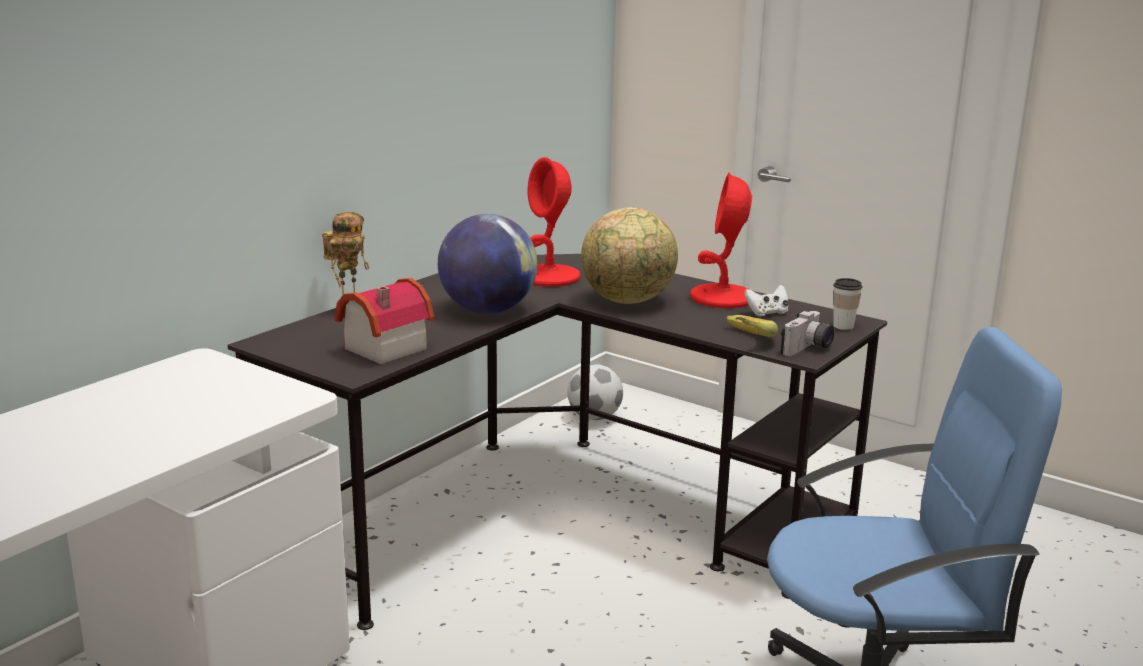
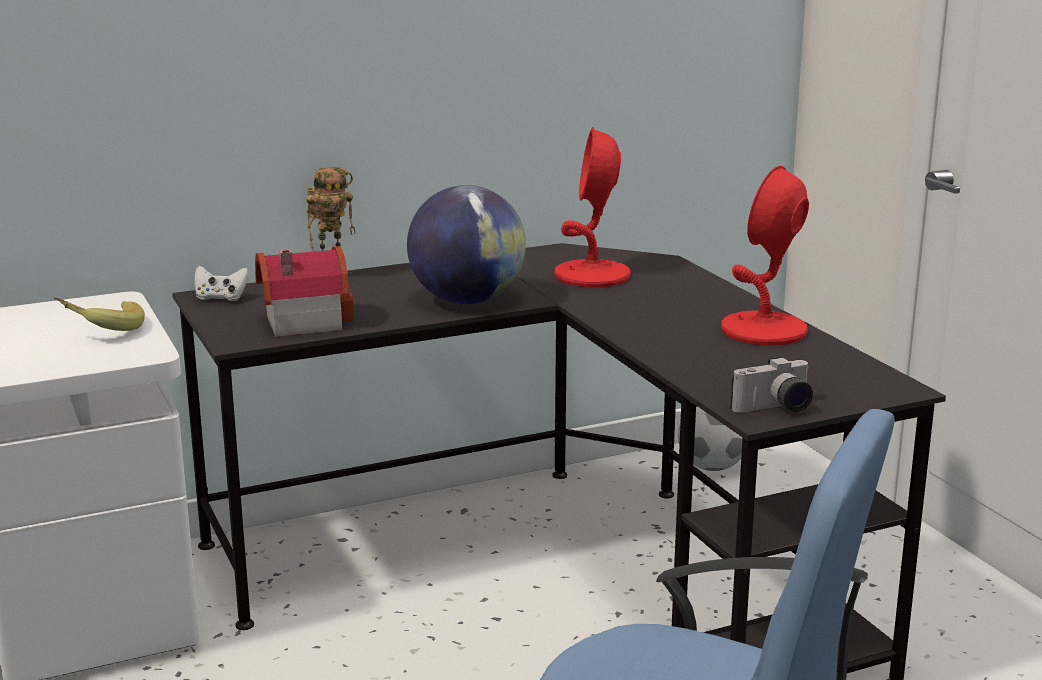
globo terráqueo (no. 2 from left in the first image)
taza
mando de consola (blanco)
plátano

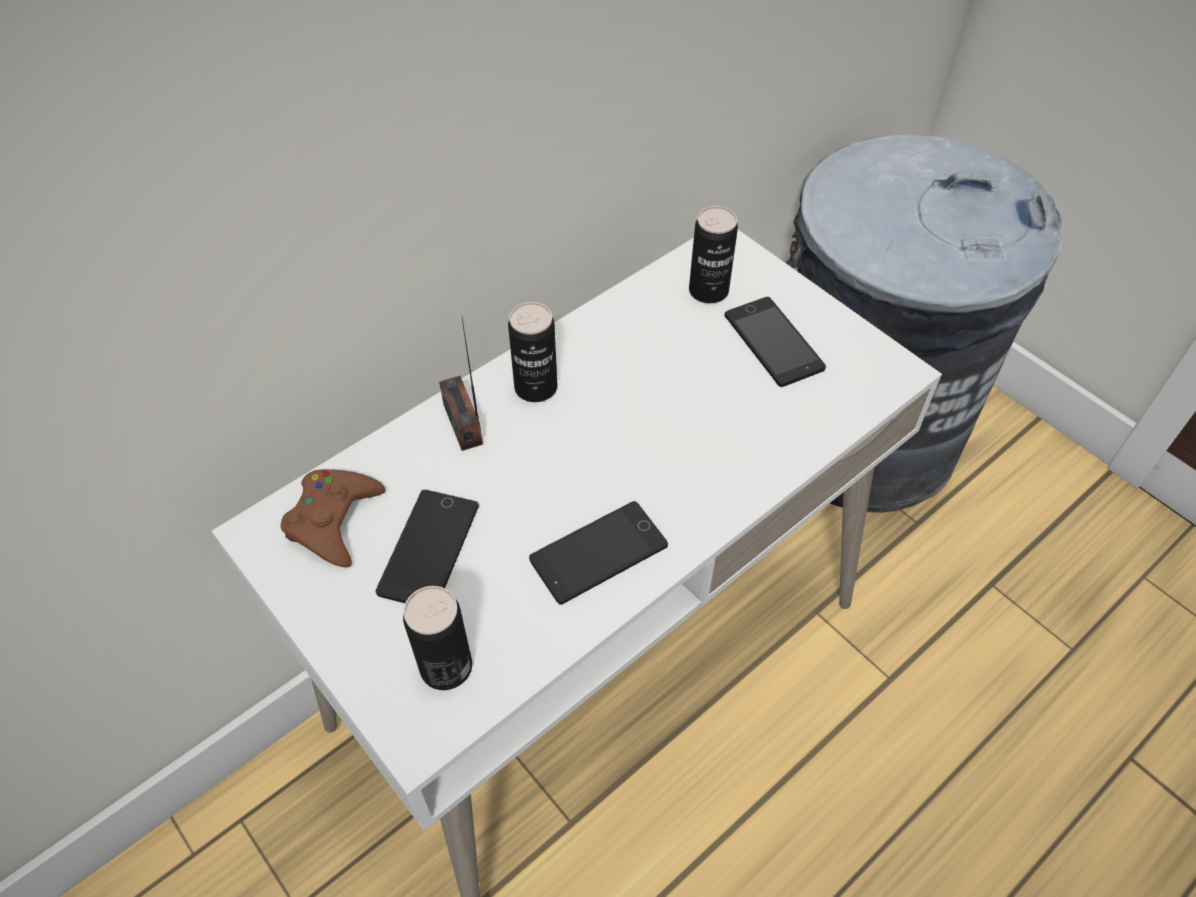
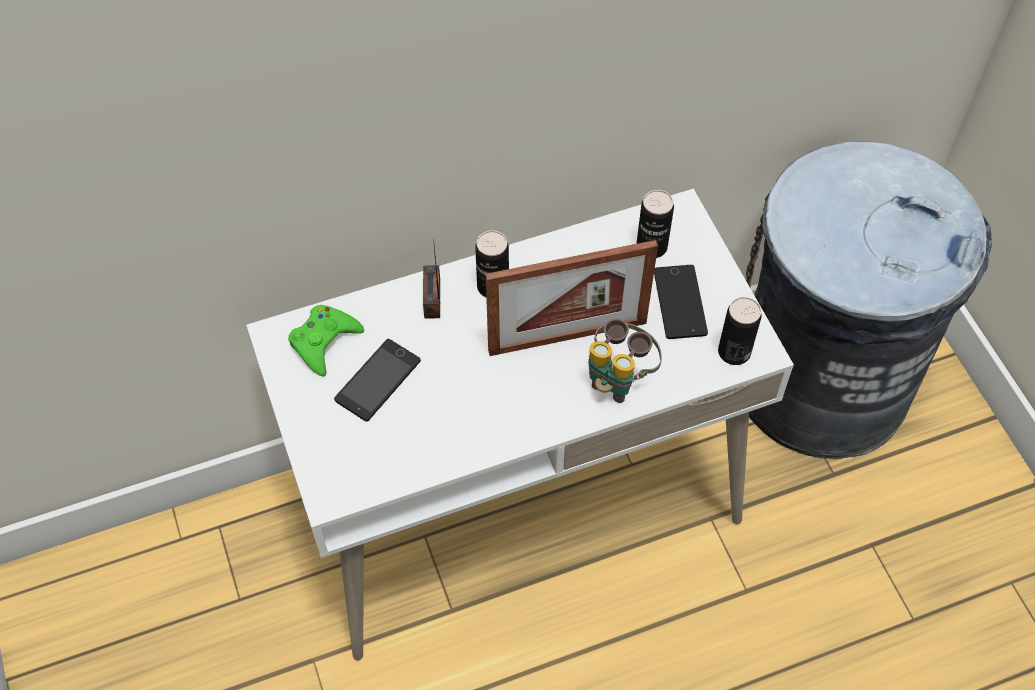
mando de consola (verde)
móvil (no. 2 from left in the first image)
lata (no. 3 from left)
portarretratos
prismáticos

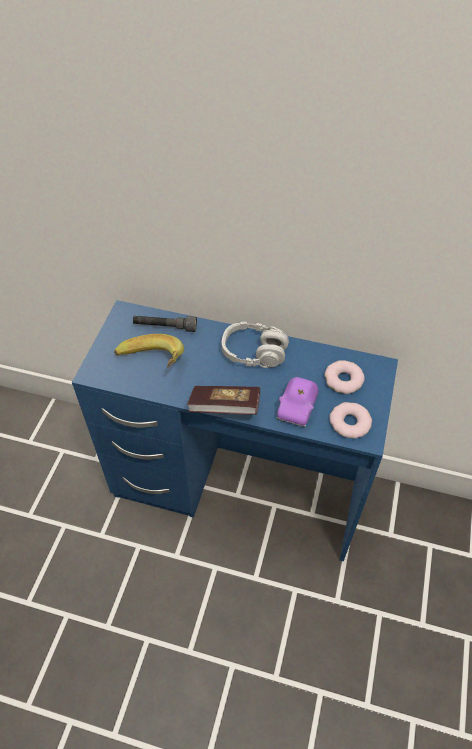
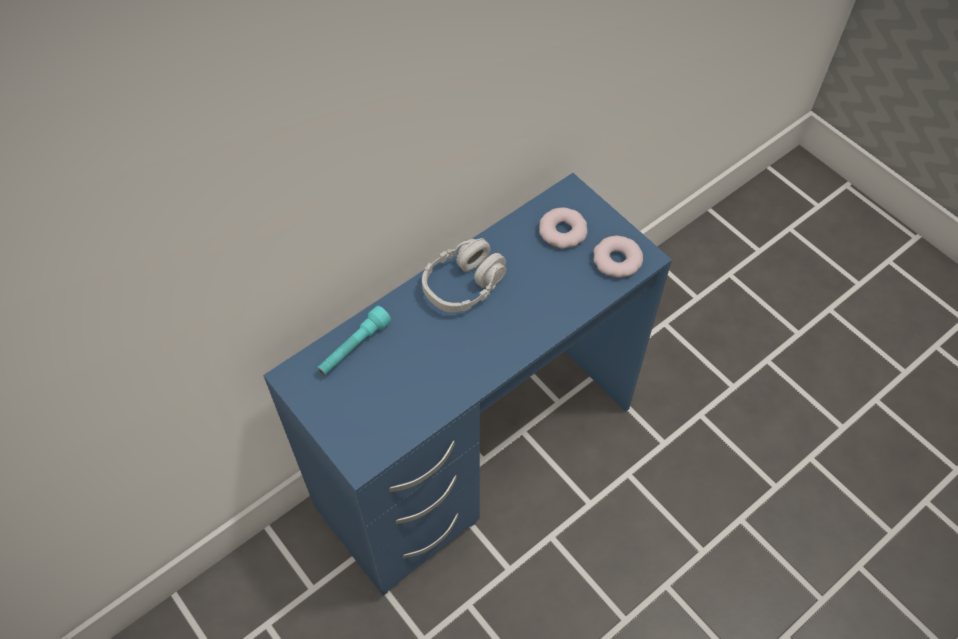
linterna (turquesa)
plátano
coche de juguete (morado)
libro

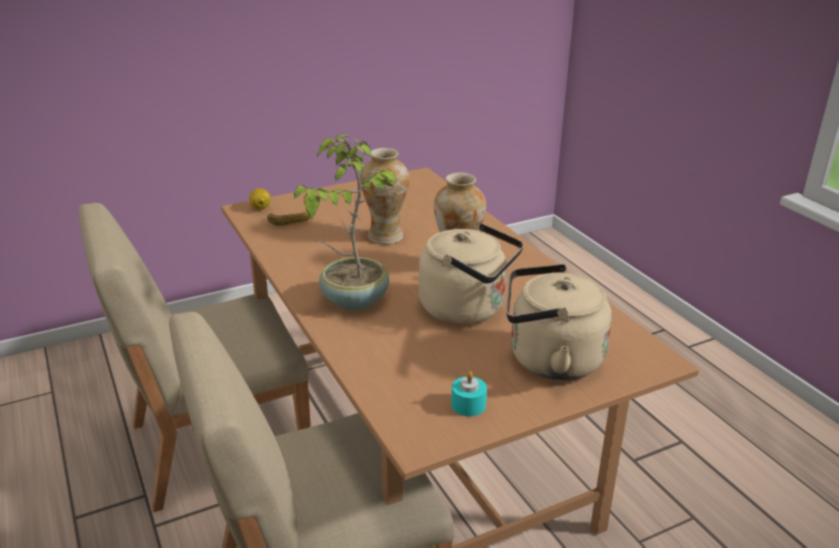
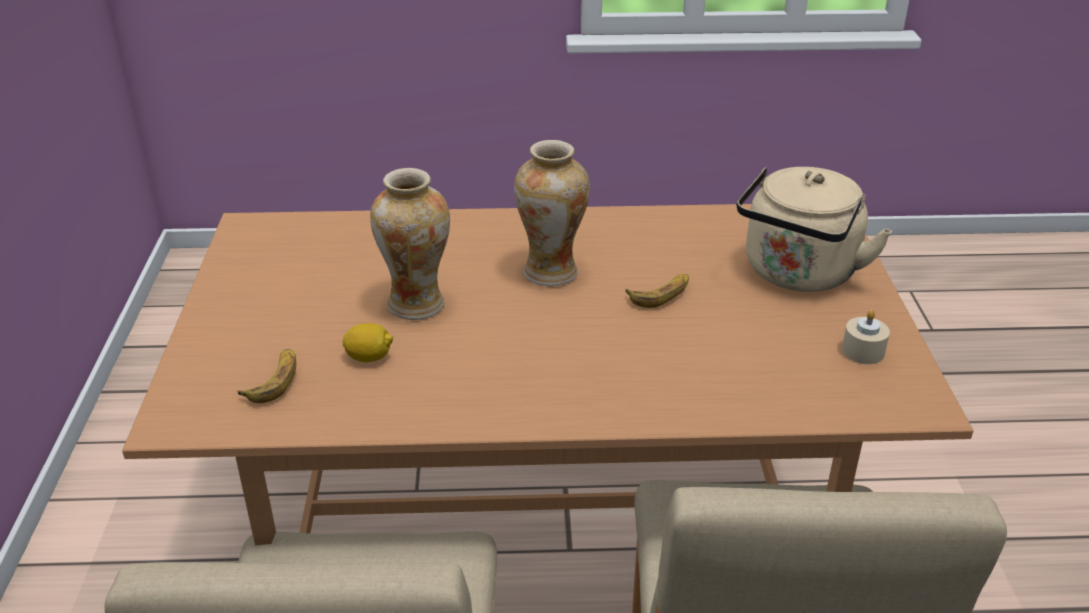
planta en maceta
limón
plátano (no. 2 from left)
vela (beis)

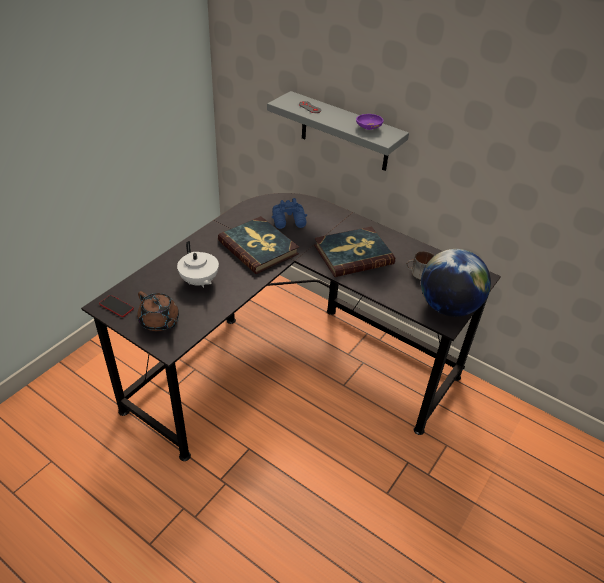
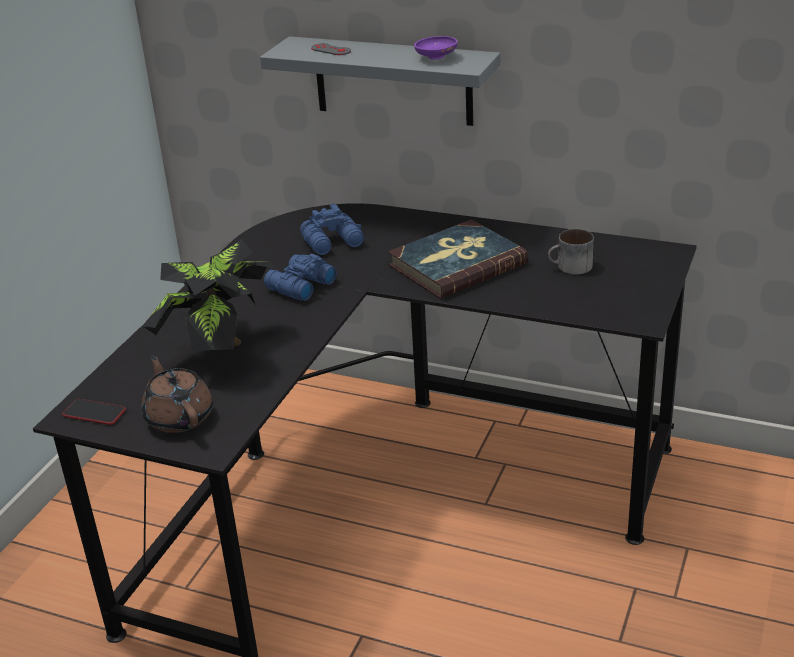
prismáticos (azul) (no. 1 from left)
planta en maceta
globo terráqueo
tetera (marrón)

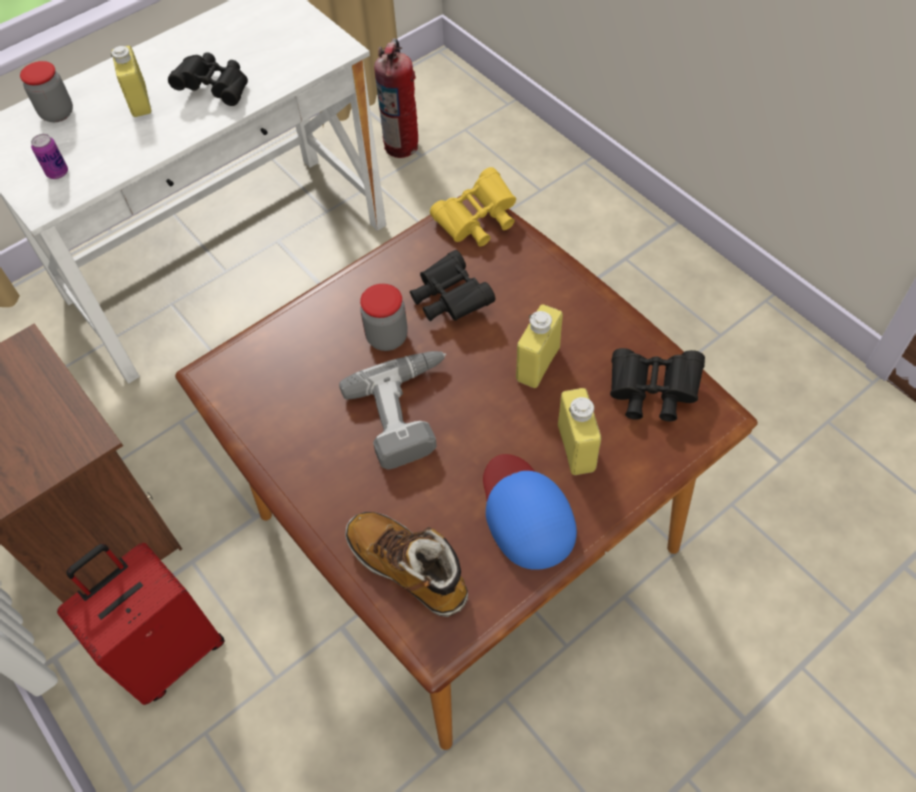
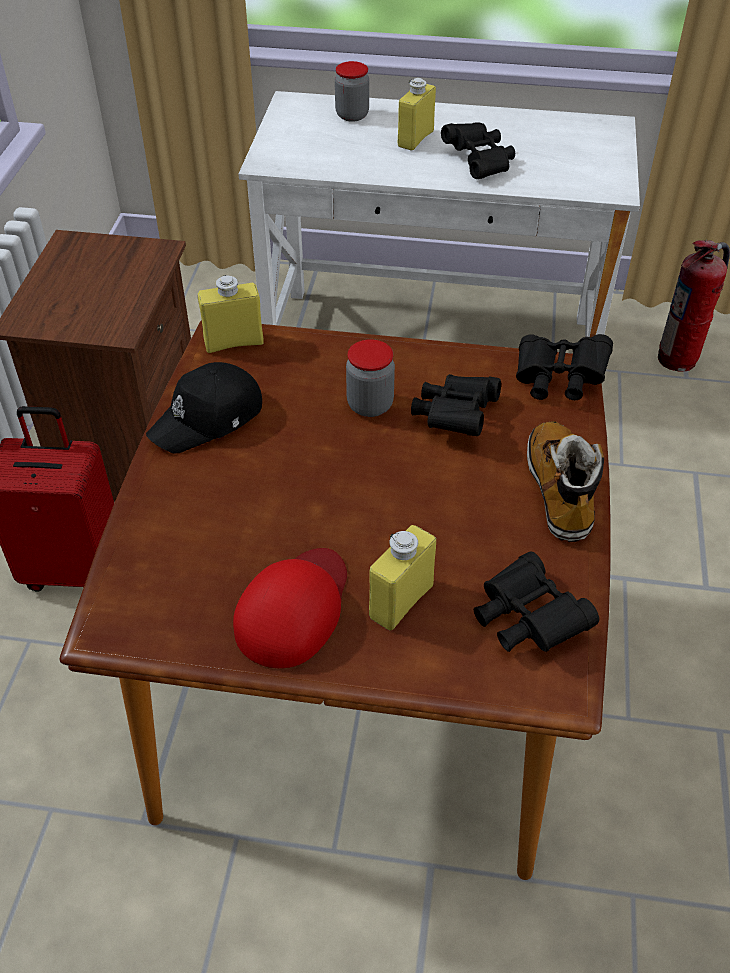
lata
prismáticos (negro) (no. 4 from left)
botella (amarillo) (no. 1 from left)
taladro
gorra (rojo)
bota
gorra (negro)

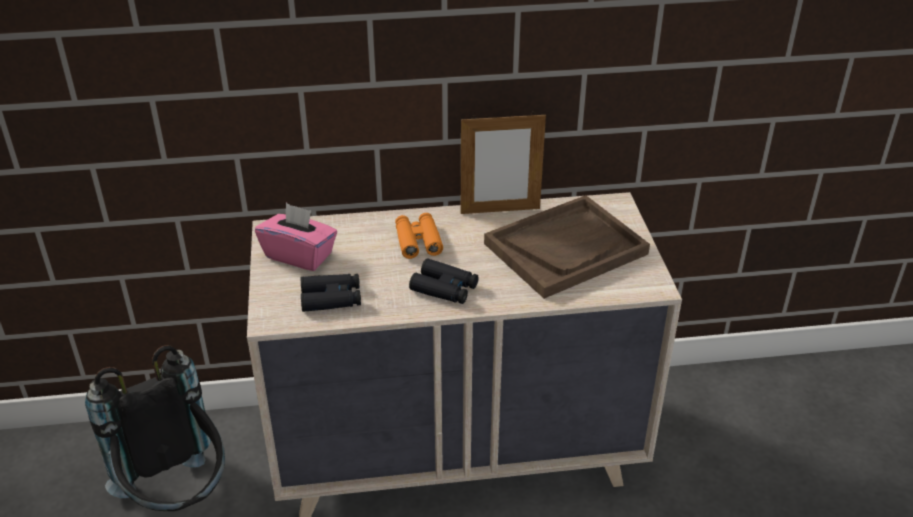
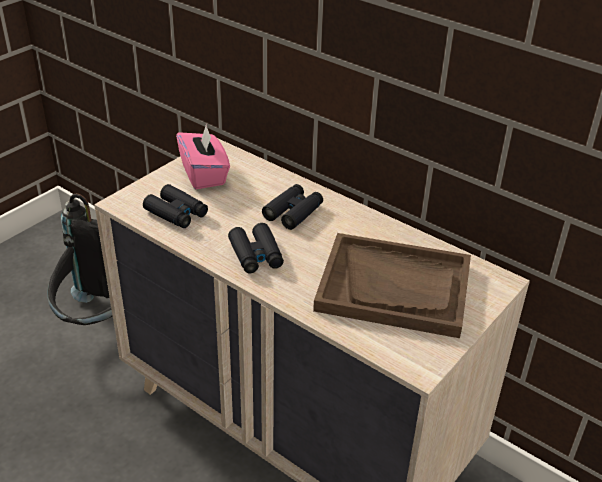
portarretratos
prismáticos (negro) (no. 3 from left)

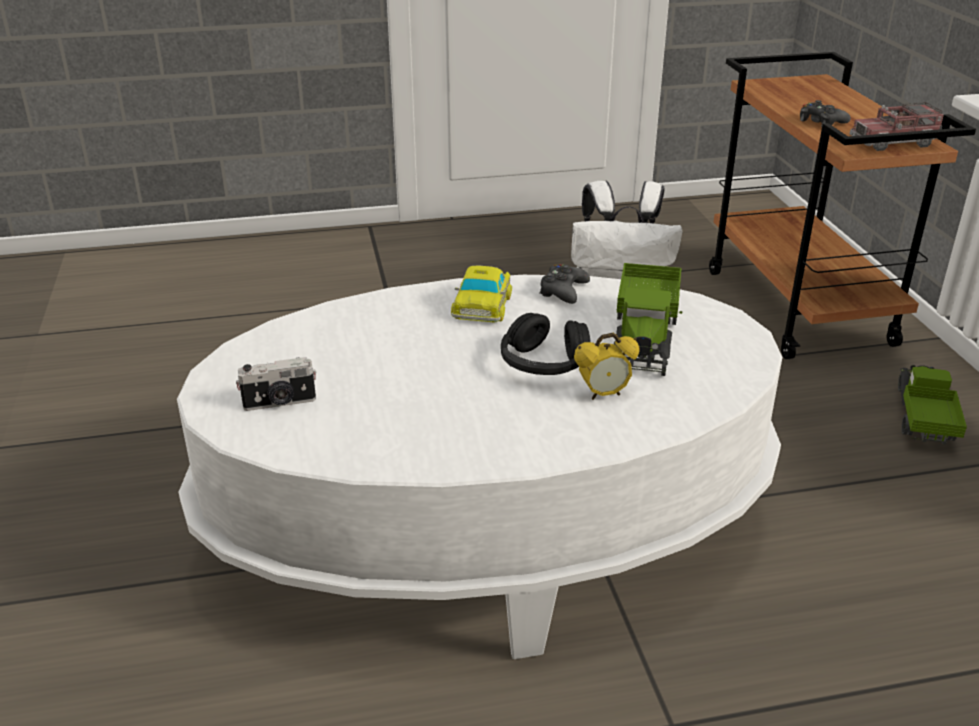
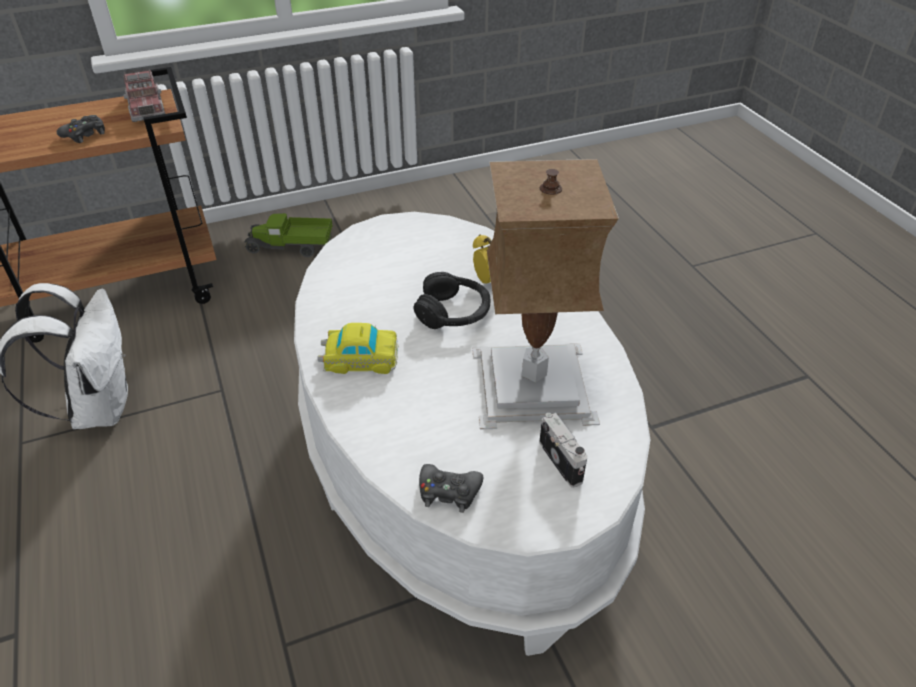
camión de juguete (no. 1 from left in the first image)
mando de consola (negro) (no. 2 from left)
lámpara de mesa

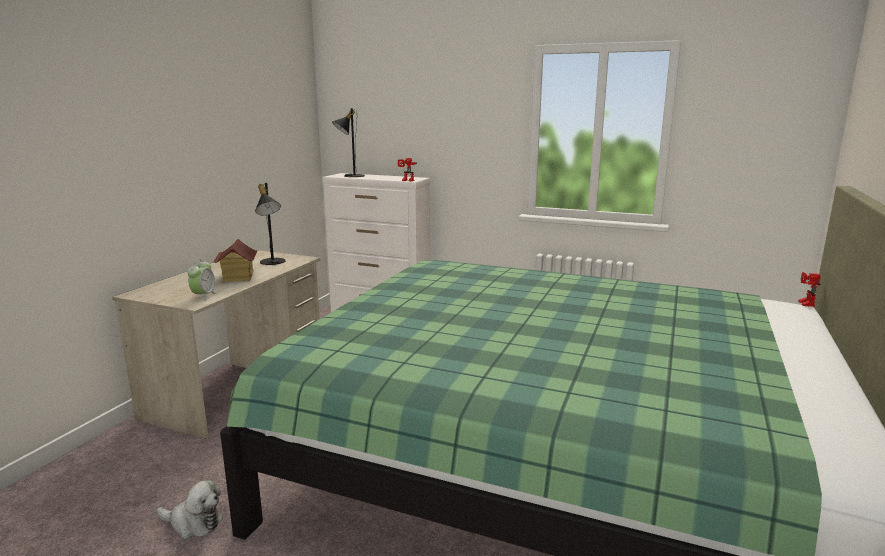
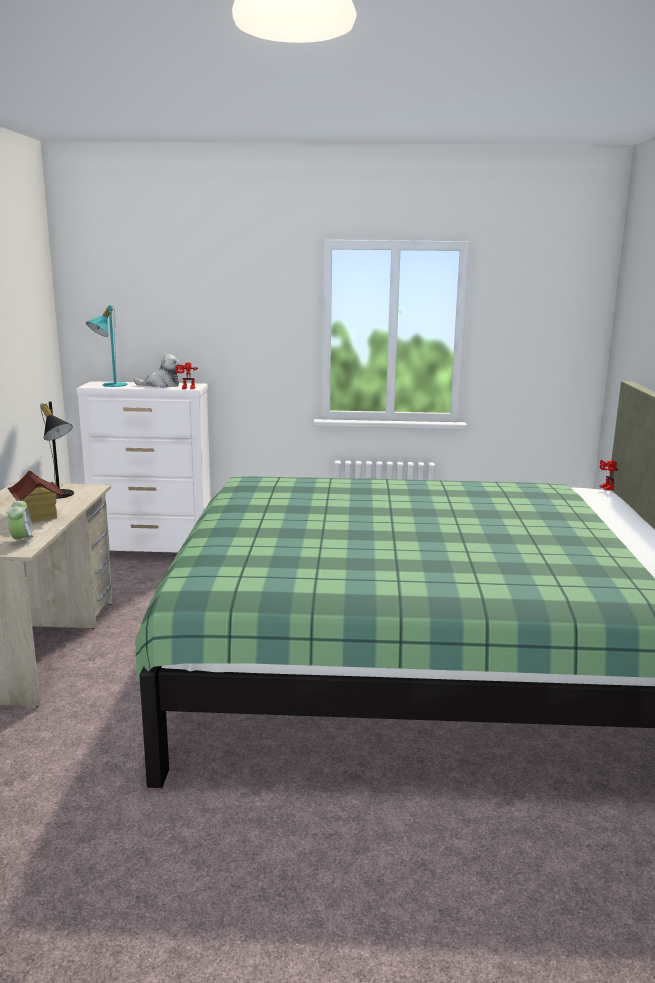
lámpara de mesa (turquesa)
peluche

